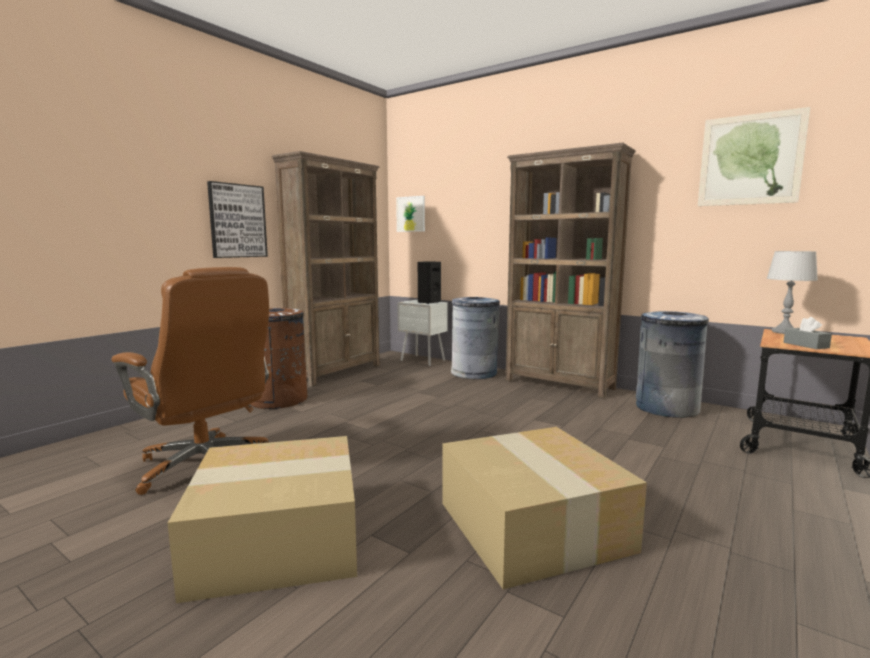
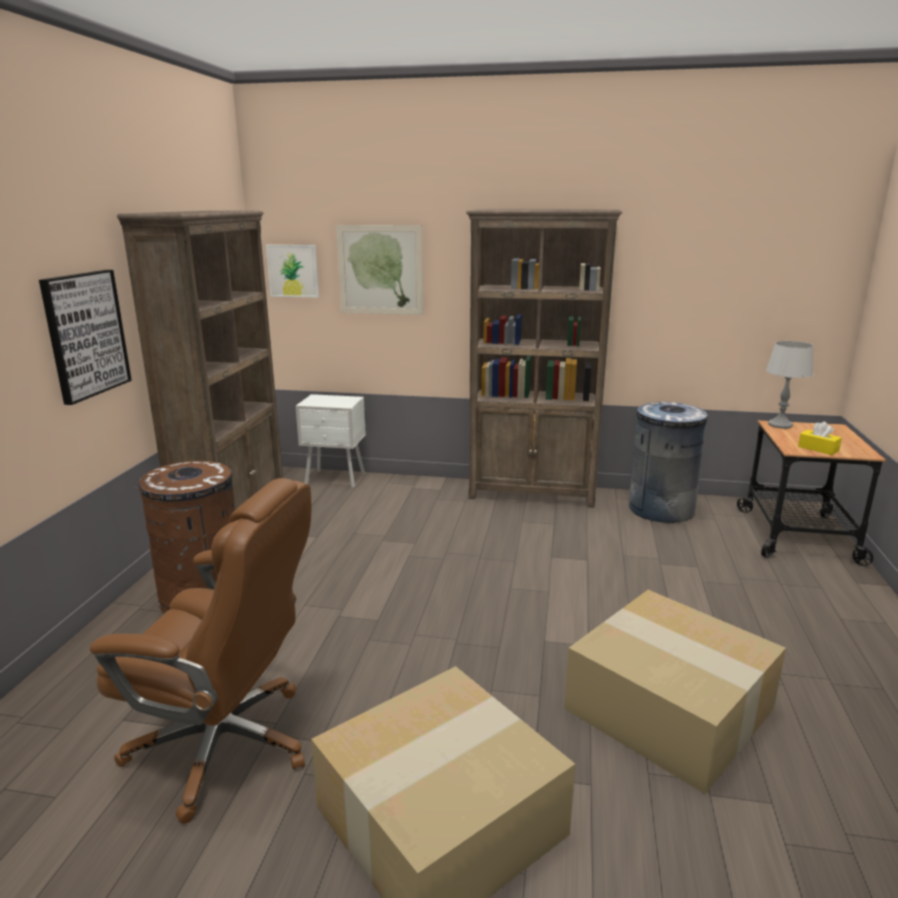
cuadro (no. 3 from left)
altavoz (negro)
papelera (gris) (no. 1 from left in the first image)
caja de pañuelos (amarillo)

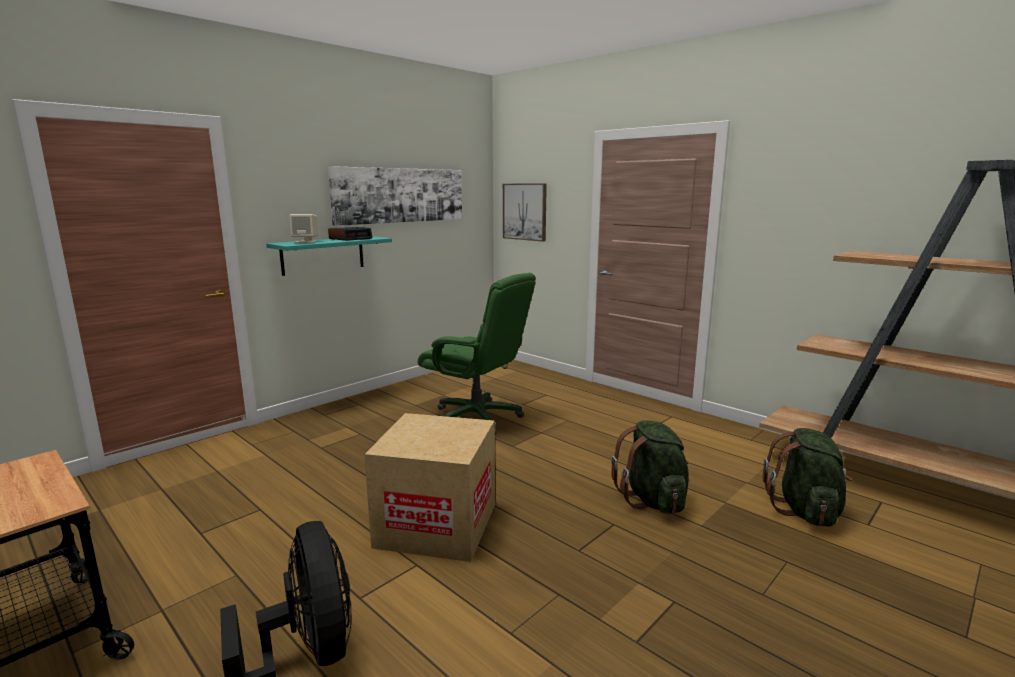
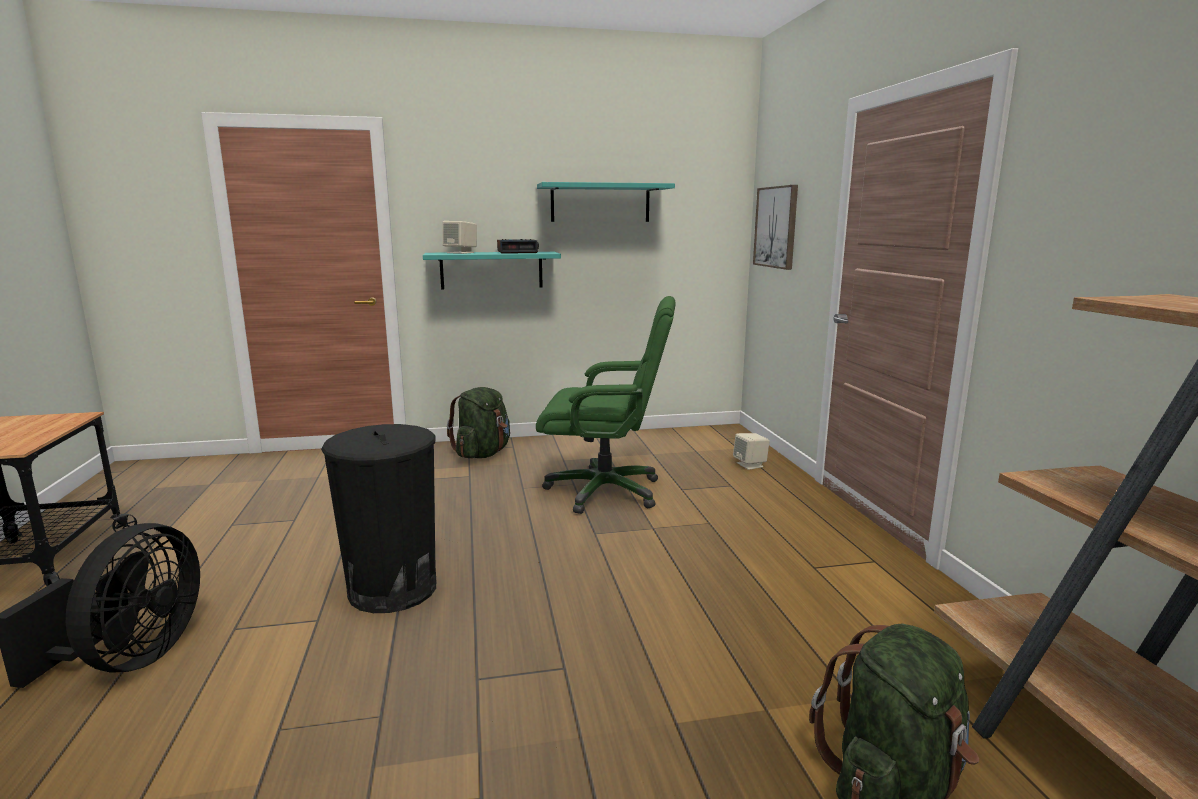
estante (turquesa) (no. 2 from left)
silla de oficina (verde)
papelera (negro)
mochila (verde) (no. 1 from left)
altavoz (beis) (no. 2 from left)

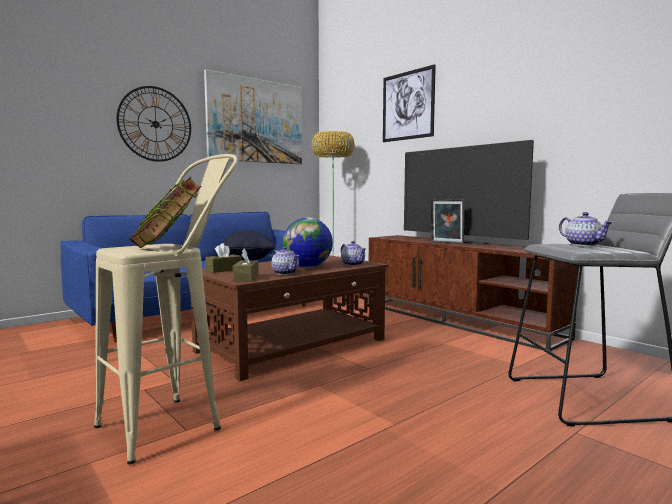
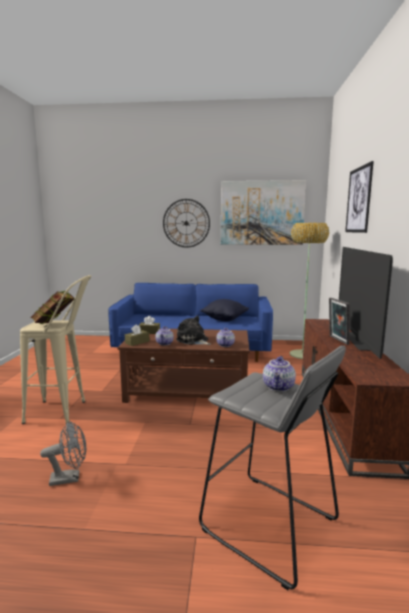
peluche
ventilador (gris)

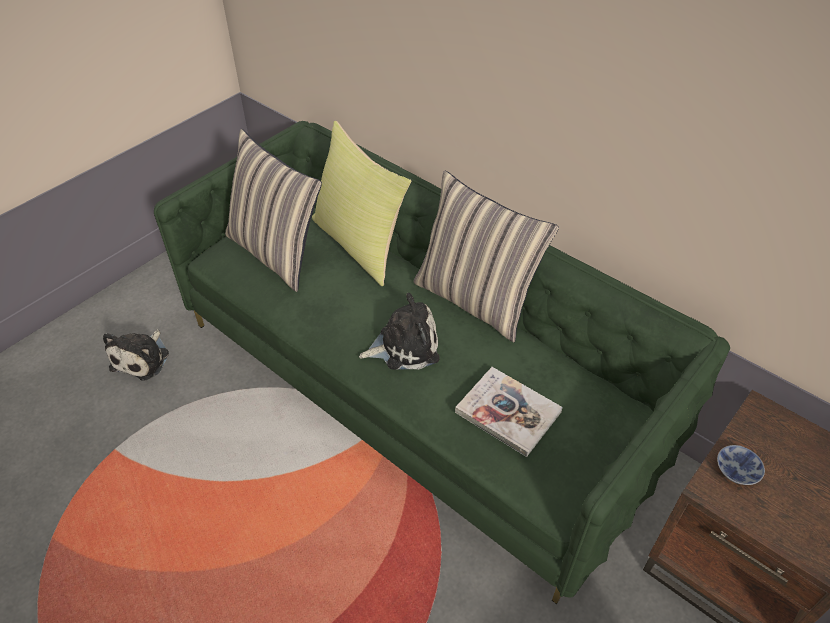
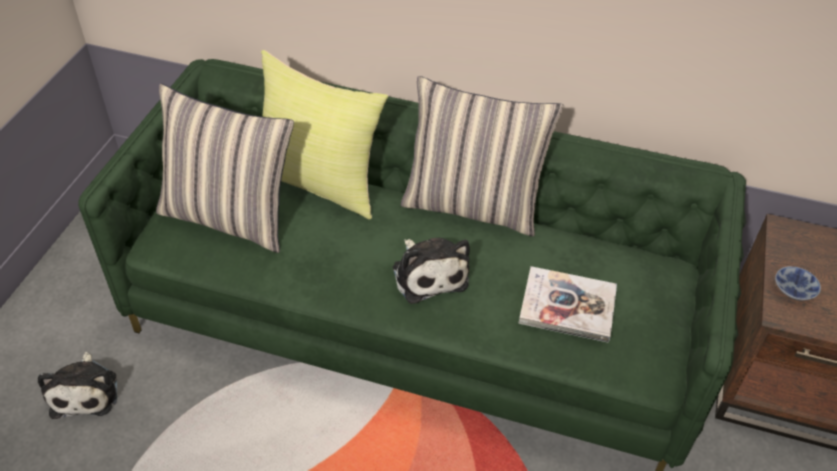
peluche (no. 2 from left)

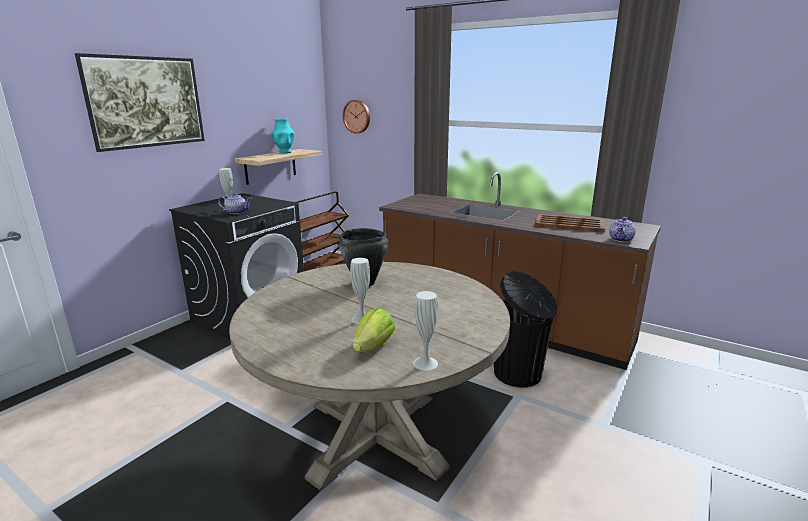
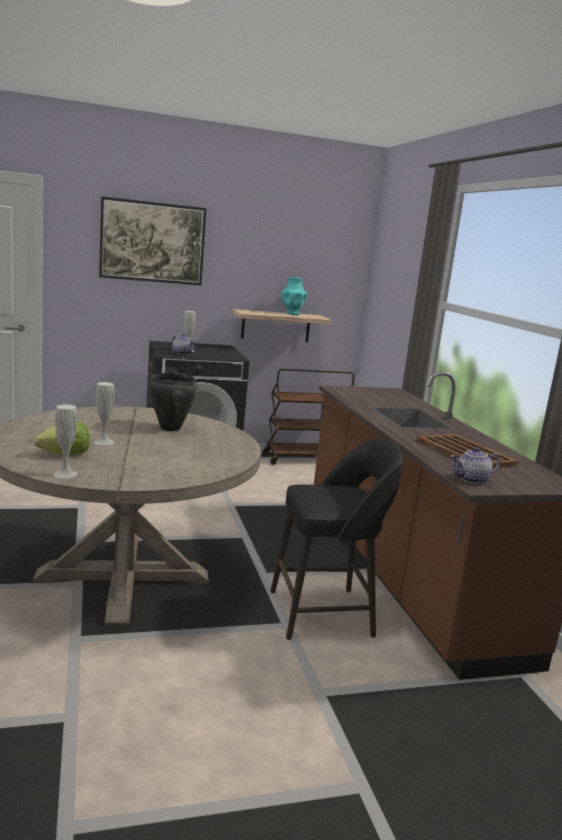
reloj de pared
taburete (negro)

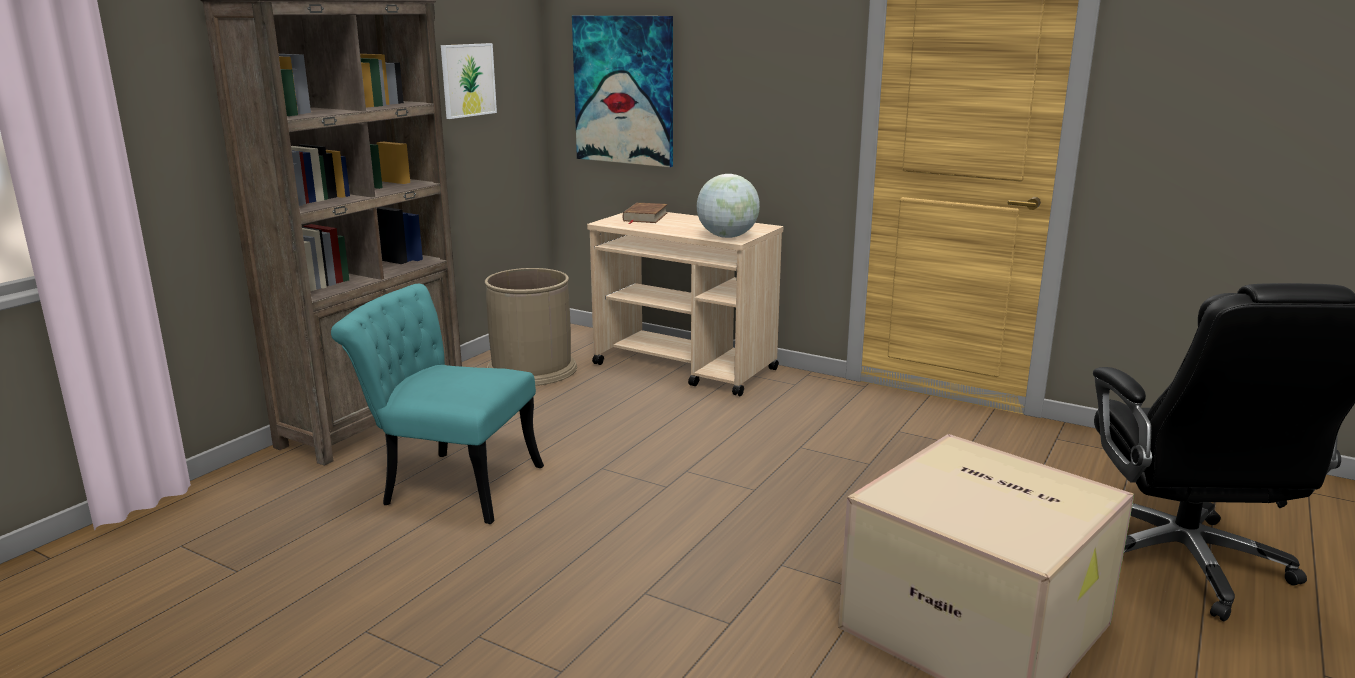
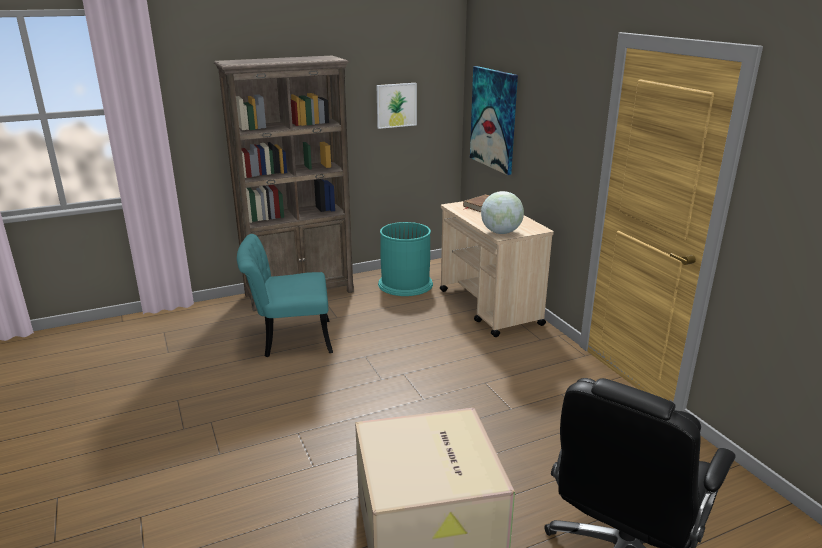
papelera (turquesa)
silla (turquesa)

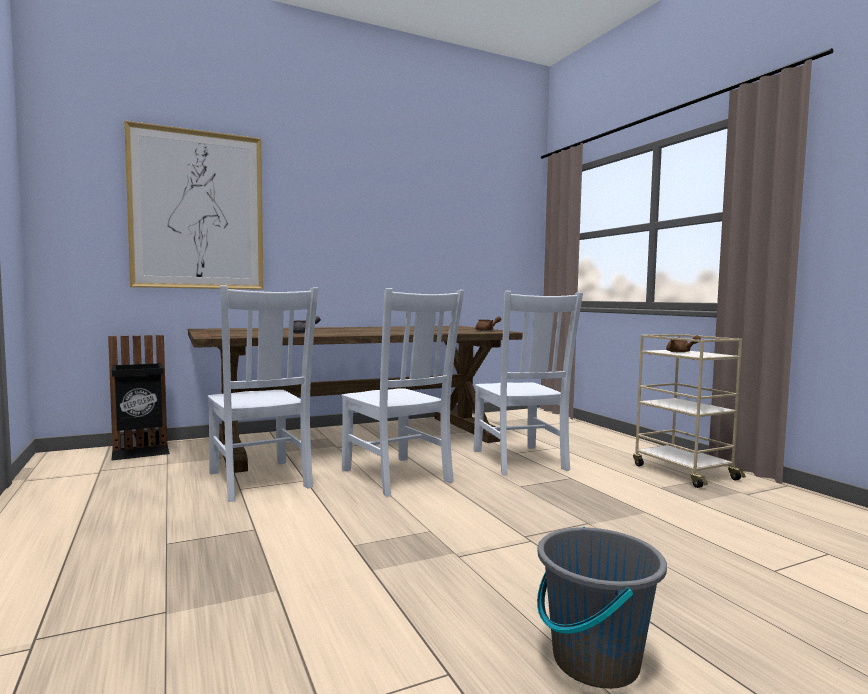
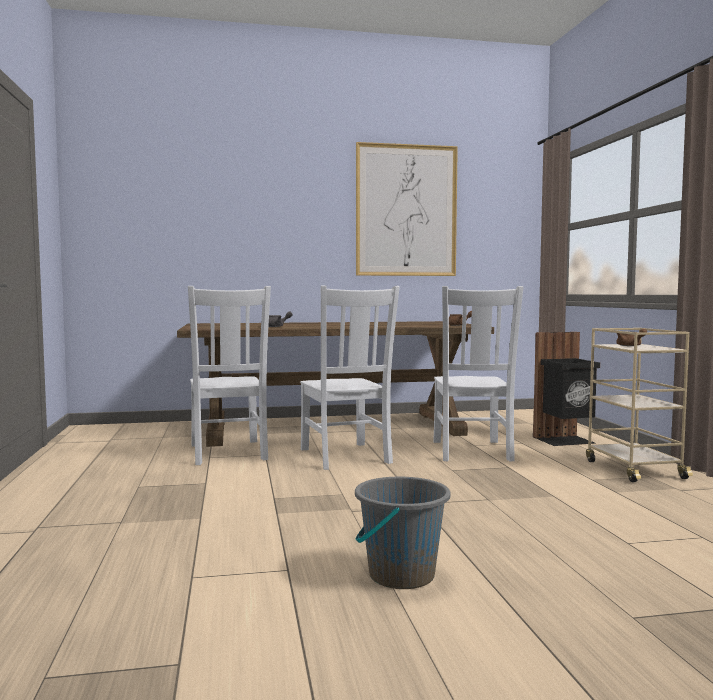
cuadro
papelera (negro)

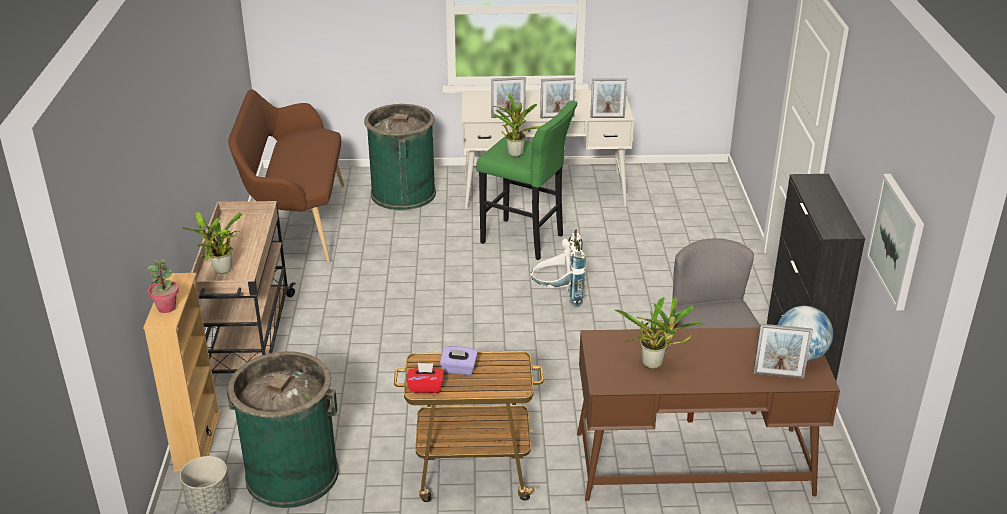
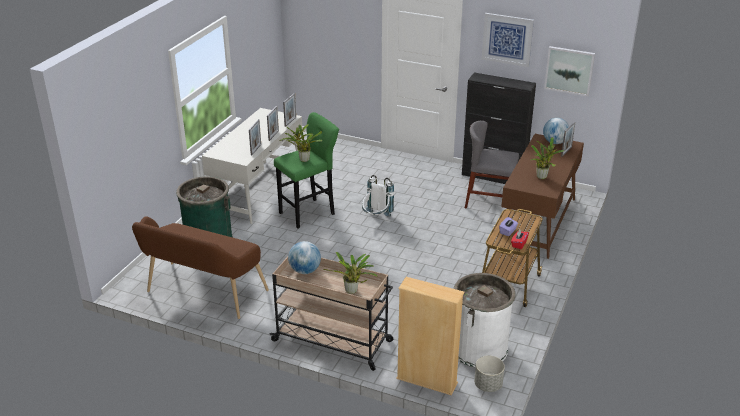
planta en maceta (no. 1 from left in the first image)
papelera (blanco)
cuadro (no. 1 from left)
globo terráqueo (no. 1 from left)

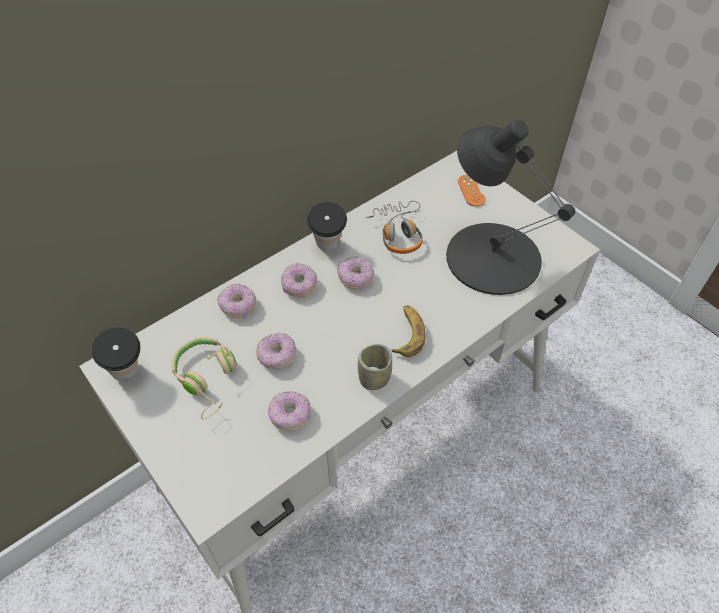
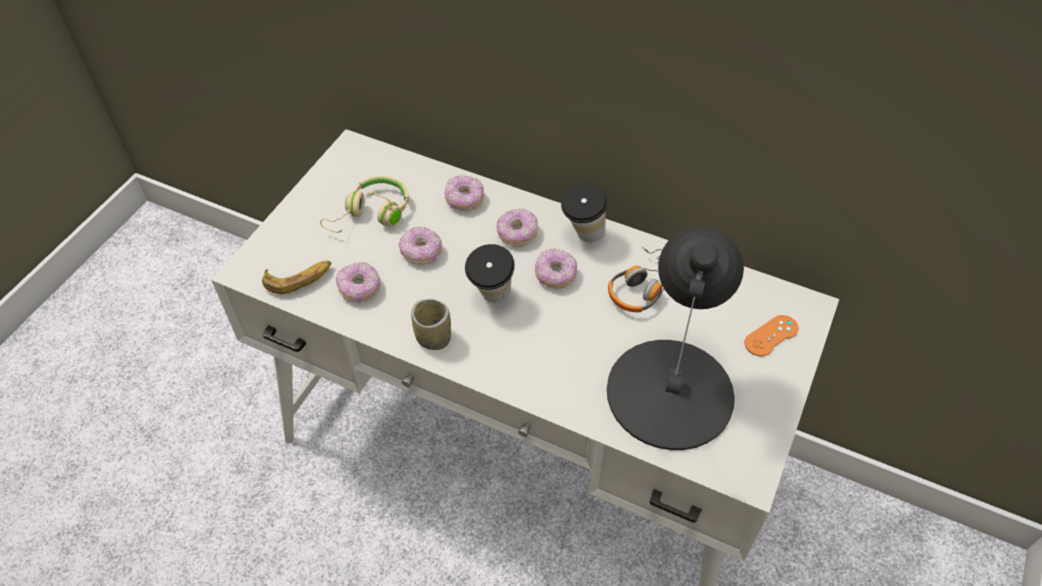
plátano
taza (no. 2 from left)

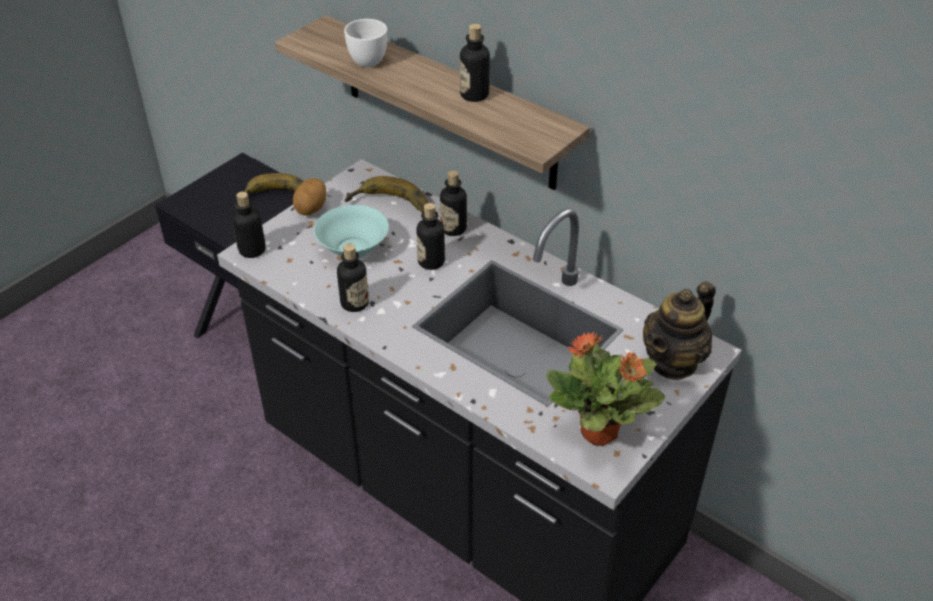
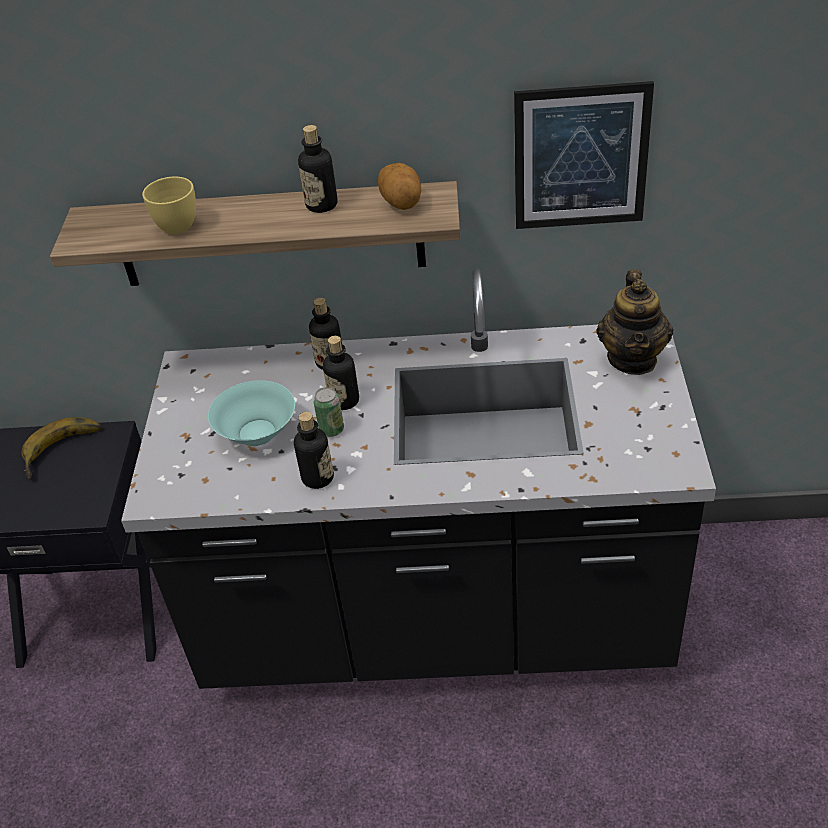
taza (amarillo)
plátano (no. 2 from left in the first image)
patata
botella (no. 1 from left in the first image)
planta en maceta
cuadro
lata

